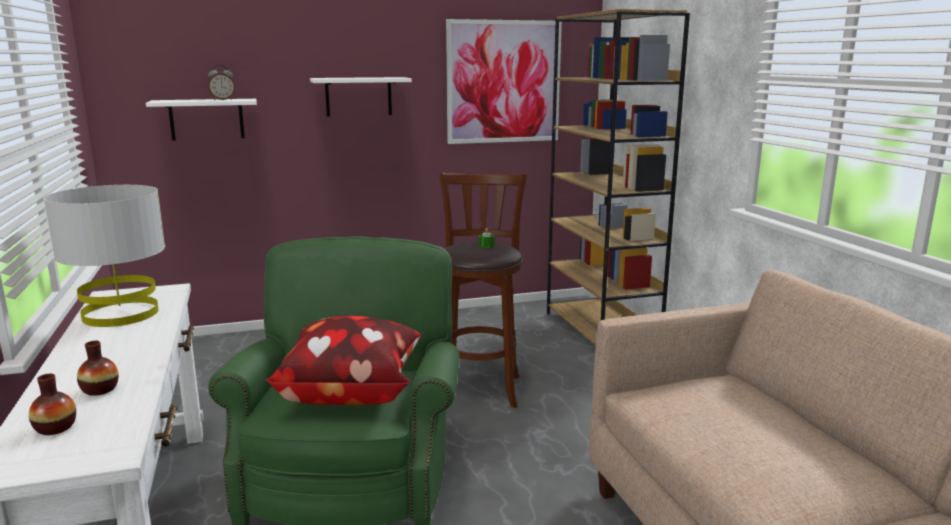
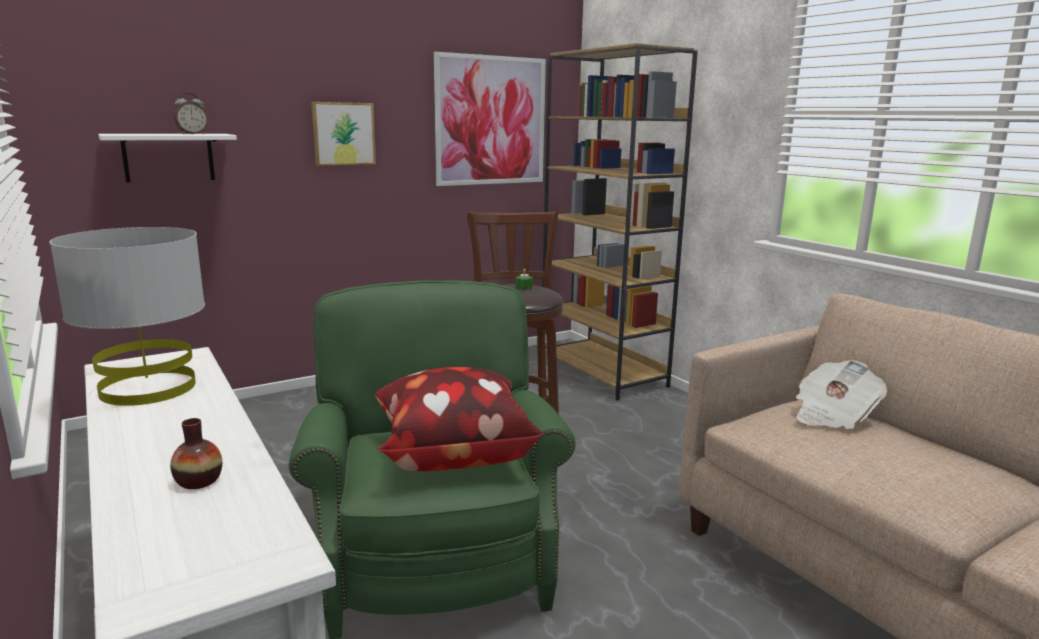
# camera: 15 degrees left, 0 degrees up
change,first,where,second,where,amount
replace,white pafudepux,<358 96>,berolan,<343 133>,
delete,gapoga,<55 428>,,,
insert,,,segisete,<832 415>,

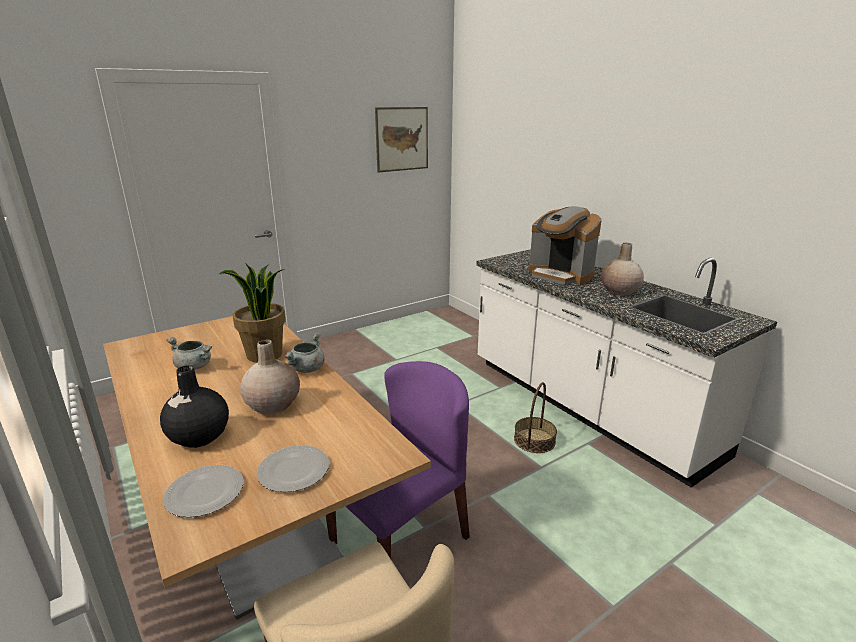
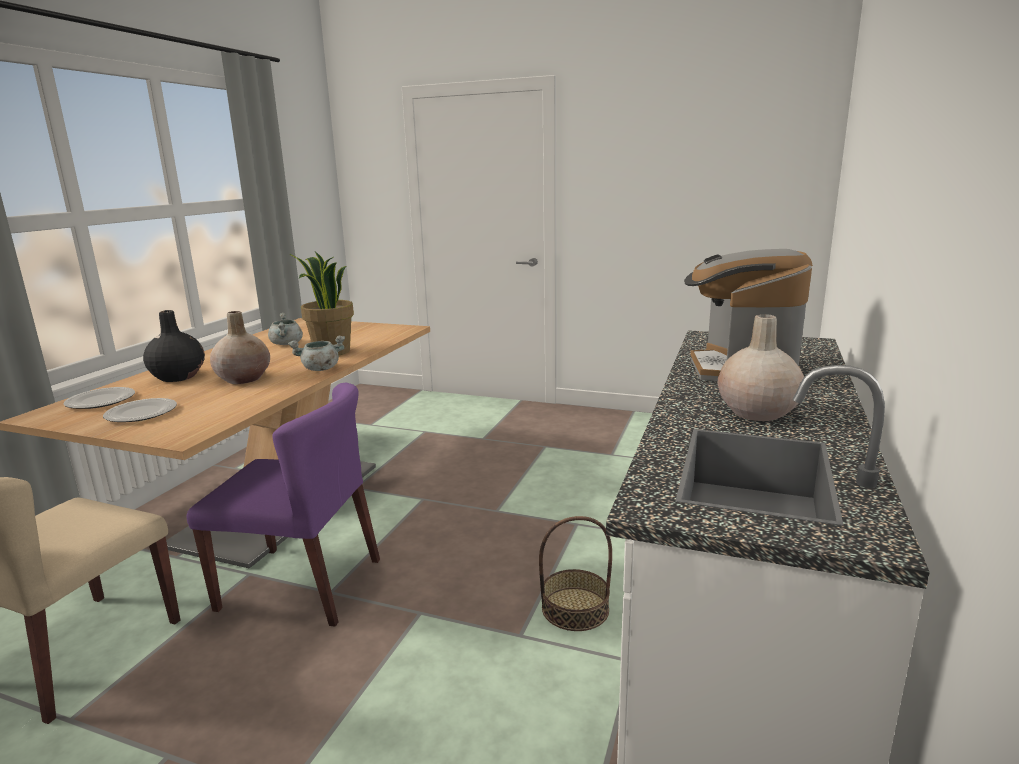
# camera: 55 degrees right, 5 degrees down
change,first,where,second,where,amount
delete,berolan,<402 139>,,,

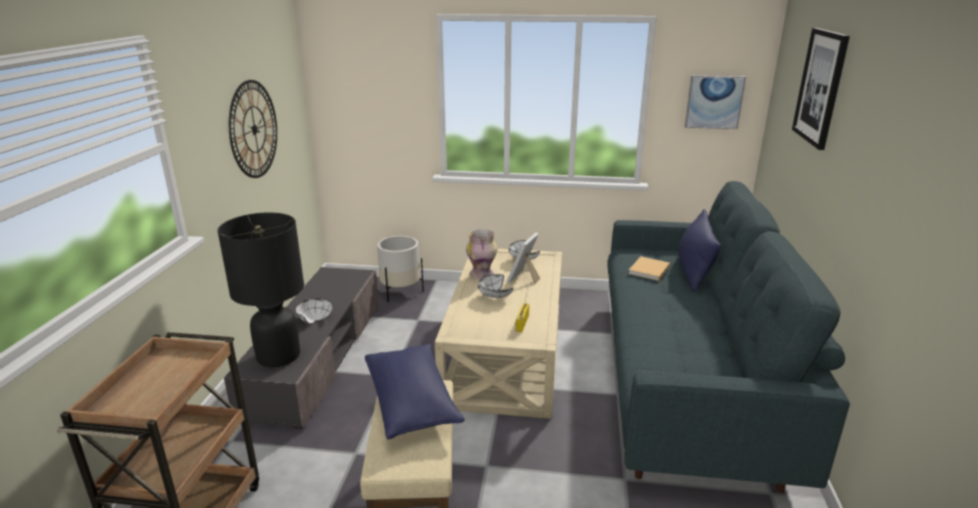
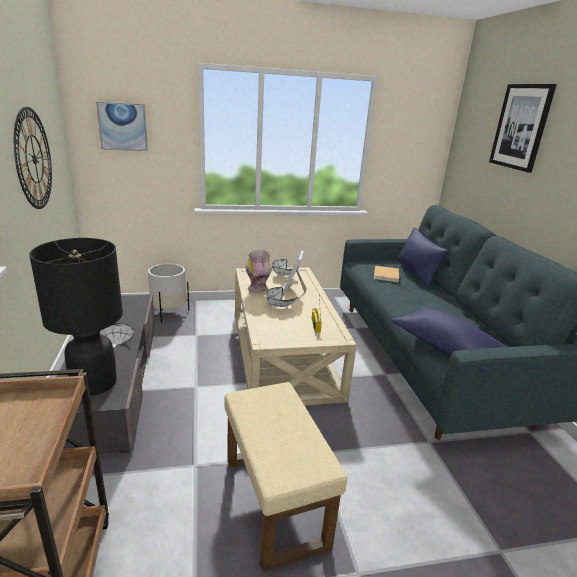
# camera: 20 degrees left, 0 degrees up
change,first,where,second,where,amount
move,berolan,<714 102>,,<123 126>,
move,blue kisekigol,<411 403>,,<447 349>,

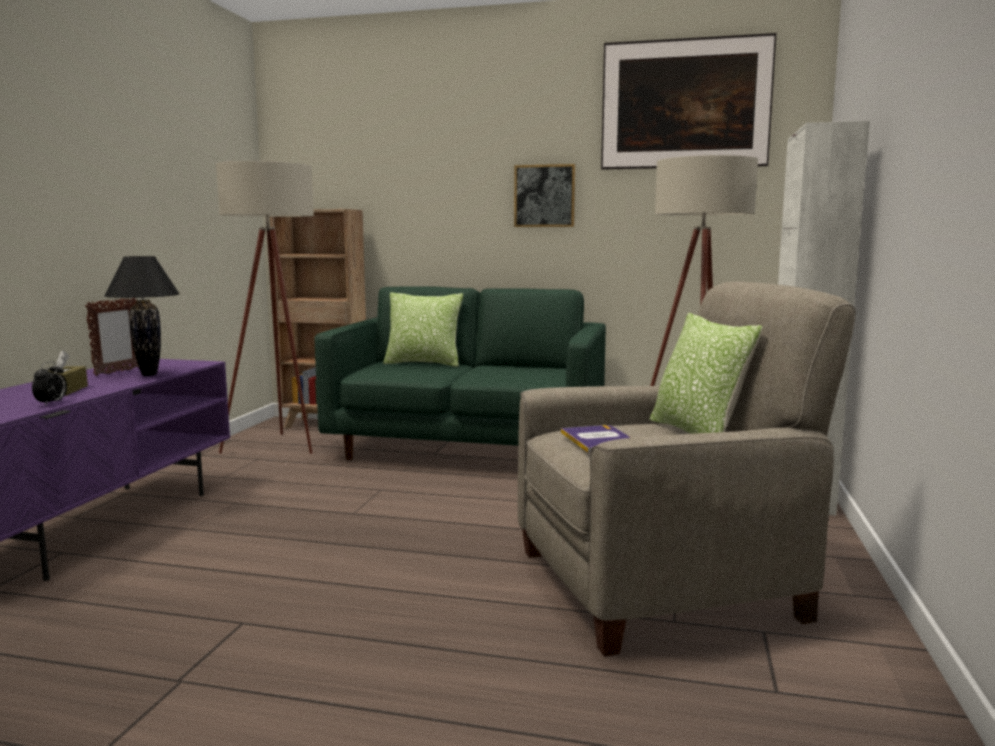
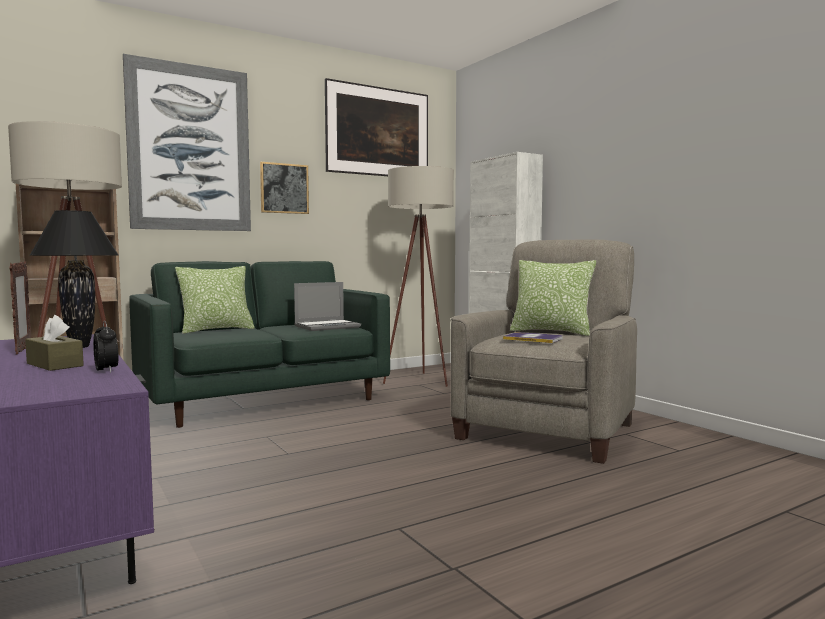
# camera: 45 degrees left, 5 degrees down
change,first,where,second,where,amount
insert,,,berolan,<190 148>,
insert,,,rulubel,<328 327>,

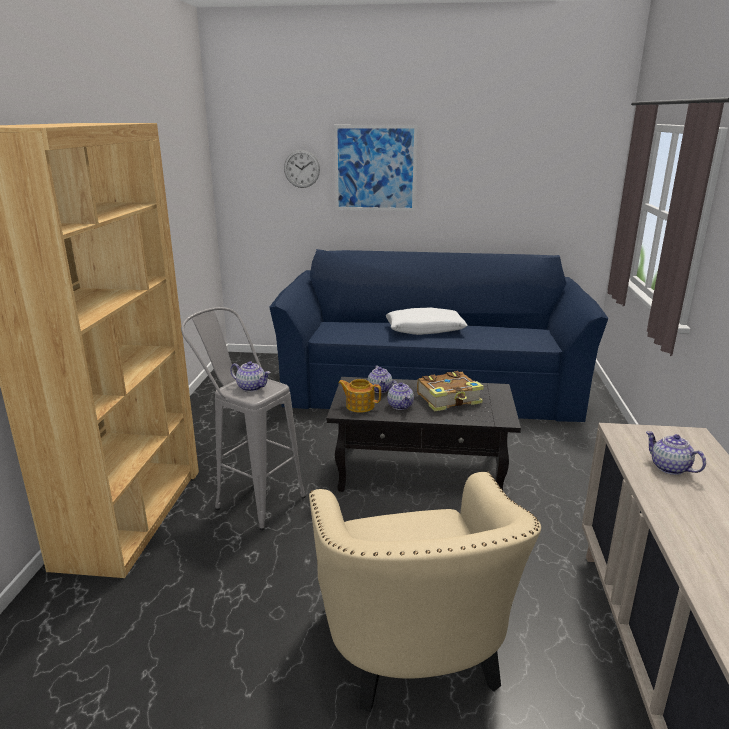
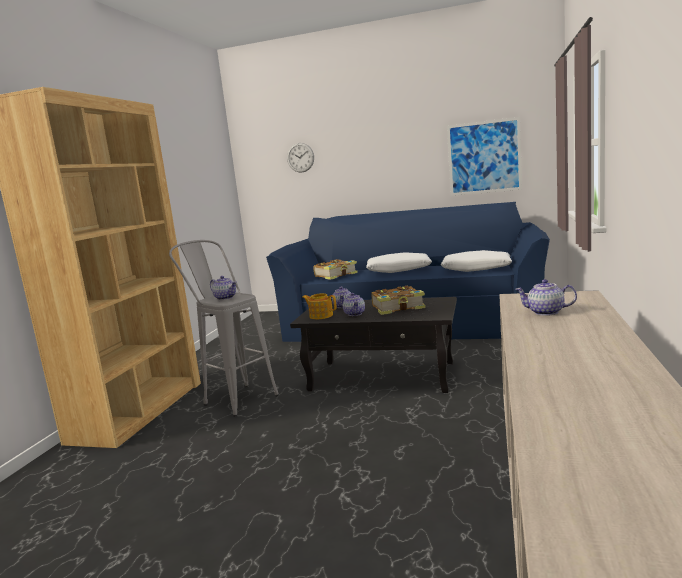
# camera: 10 degrees right, 10 degrees down
change,first,where,second,where,amount
move,berolan,<375 168>,,<484 157>,
rotate,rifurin,<669 468>,,<545 312>,45 degrees counterclockwise
delete,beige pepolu,<416 651>,,,
insert,,,white kisekigol,<476 268>,
insert,,,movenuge,<336 275>,

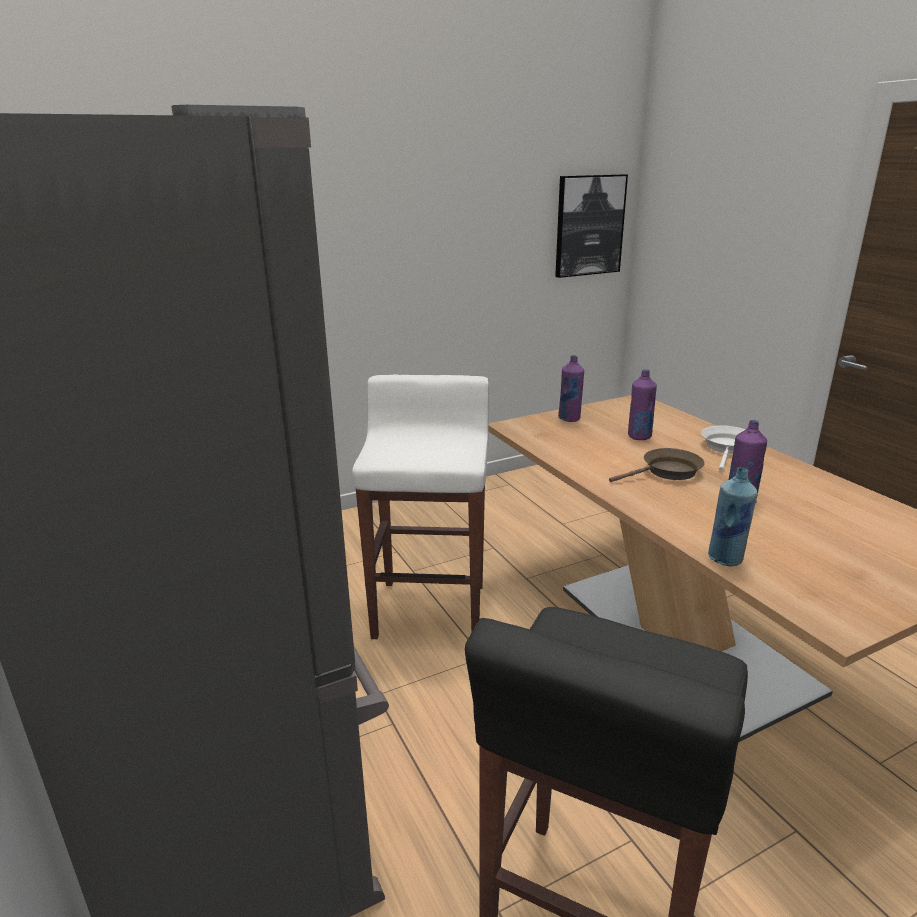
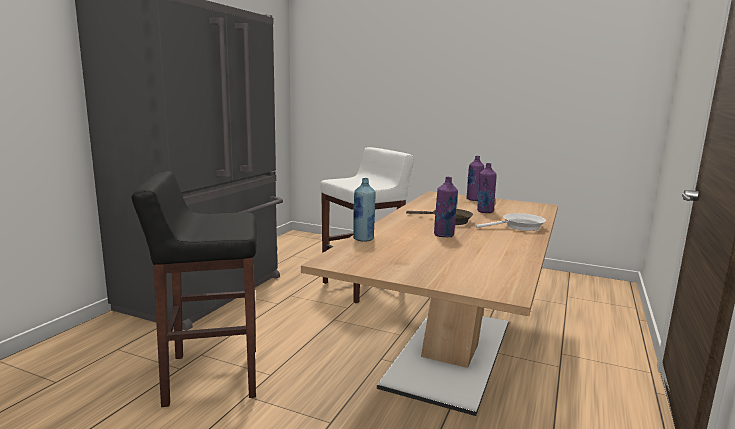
# camera: 50 degrees right, 10 degrees down
change,first,where,second,where,amount
delete,berolan,<589 225>,,,

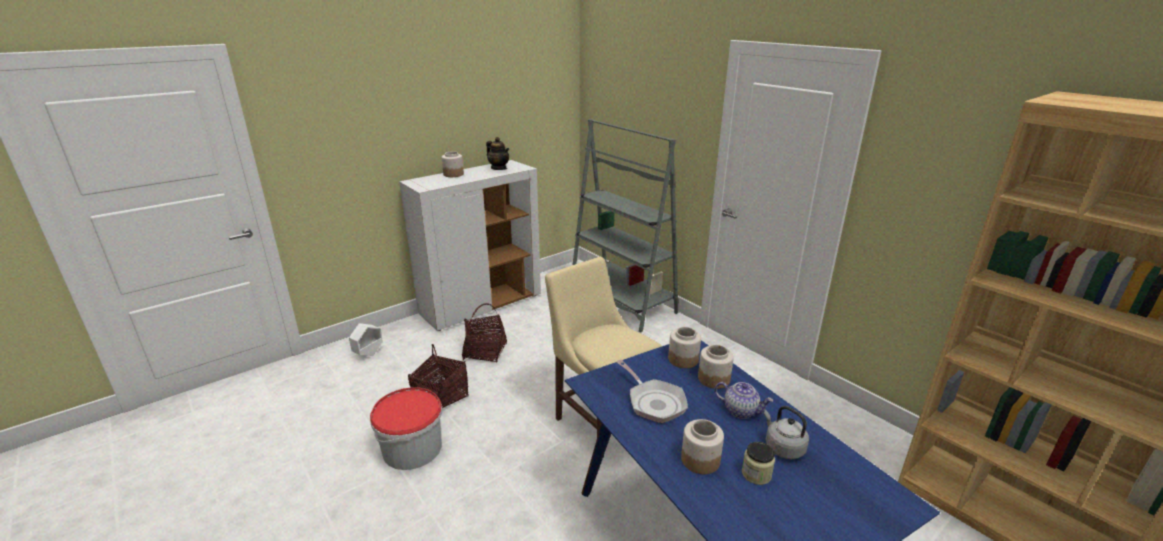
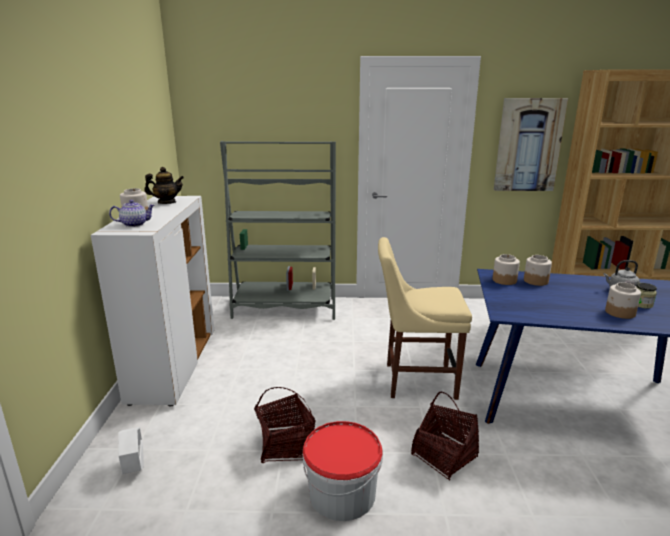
# camera: 50 degrees left, 5 degrees down
change,first,where,second,where,amount
move,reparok,<485 352>,,<444 456>,
delete,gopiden,<654 402>,,,
move,rifurin,<741 410>,,<135 224>,
insert,,,berolan,<528 145>,

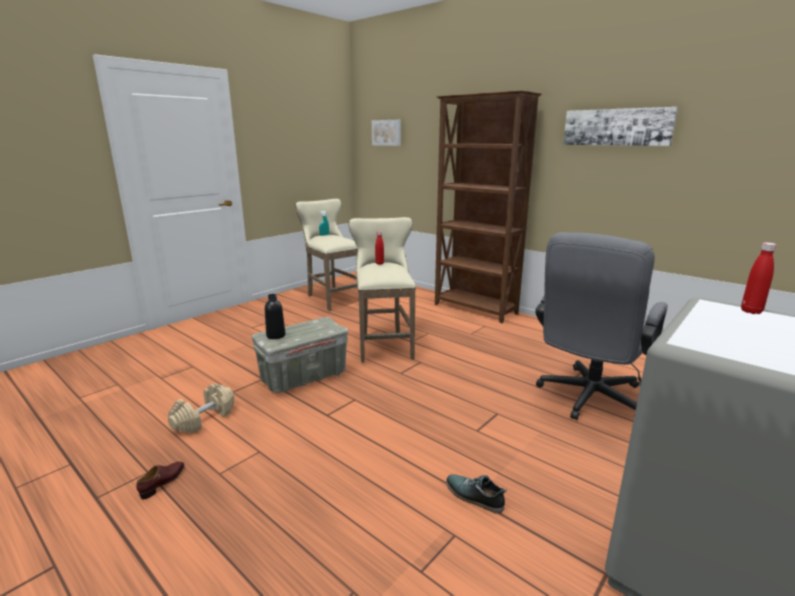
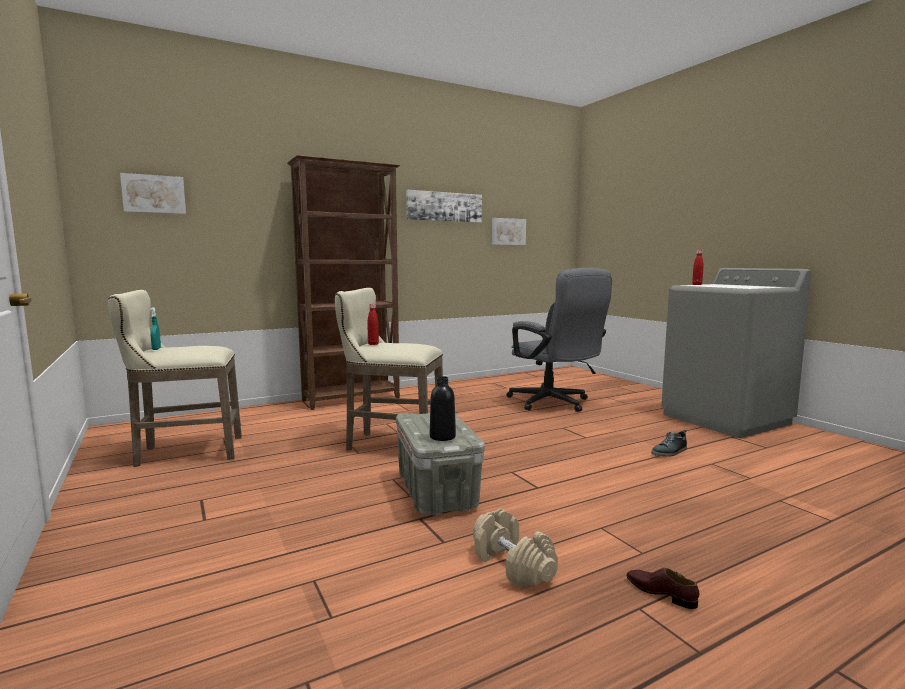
# camera: 70 degrees left, 10 degrees down
change,first,where,second,where,amount
insert,,,berolan,<508 231>,

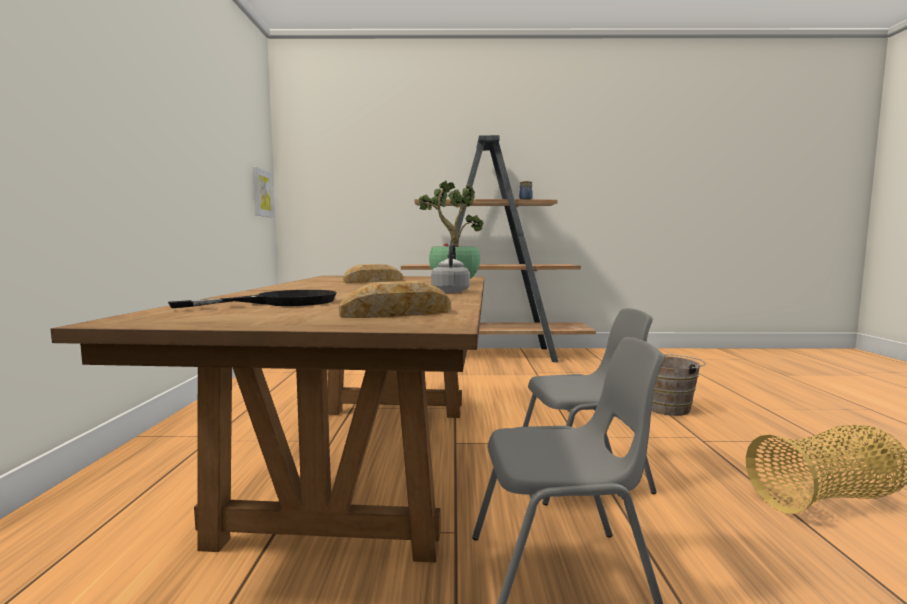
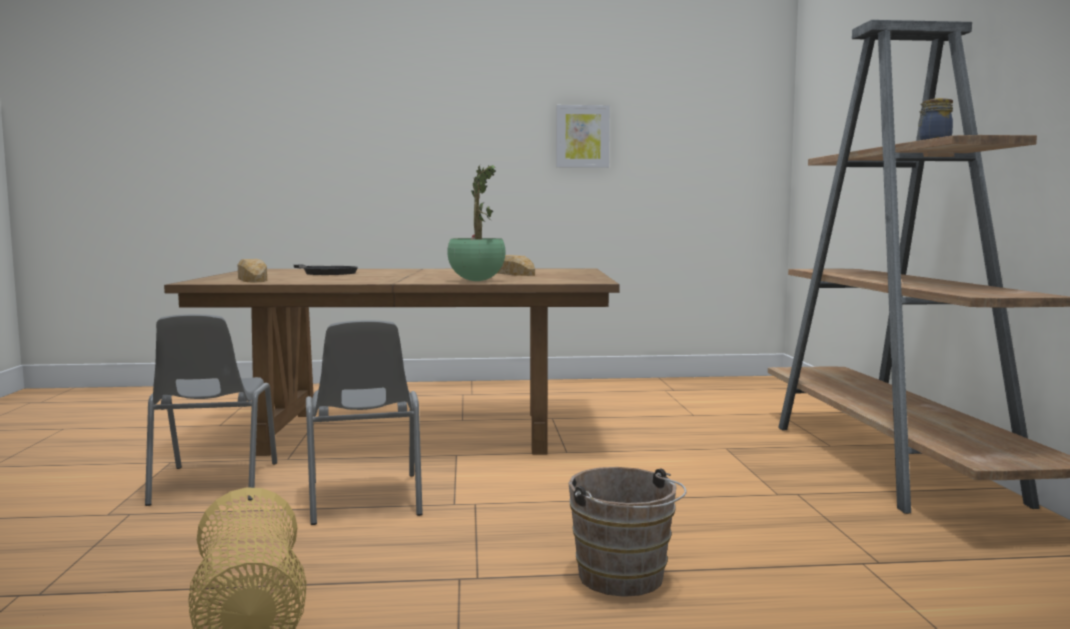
# camera: 85 degrees right, 0 degrees up
change,first,where,second,where,amount
move,berolan,<262 193>,,<582 136>,
delete,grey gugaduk,<450 291>,,,

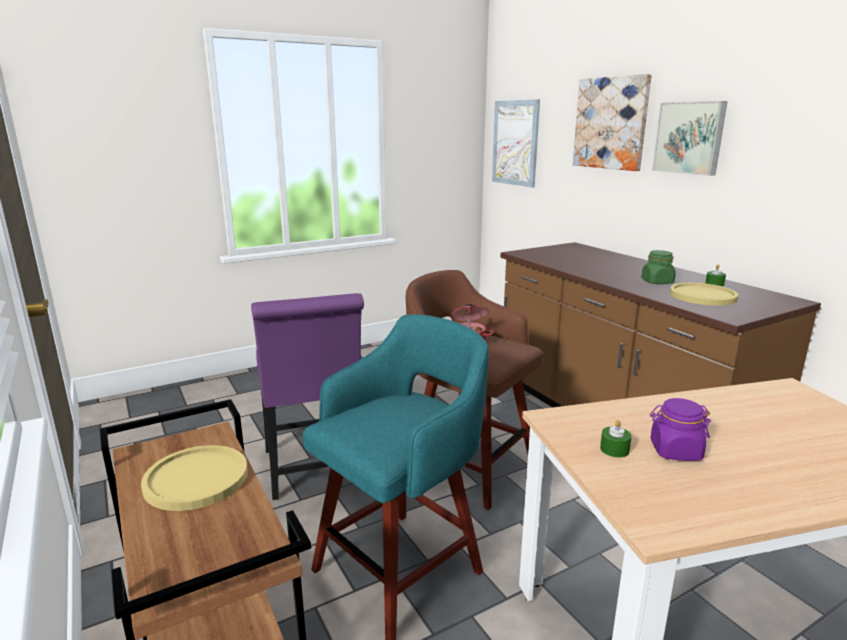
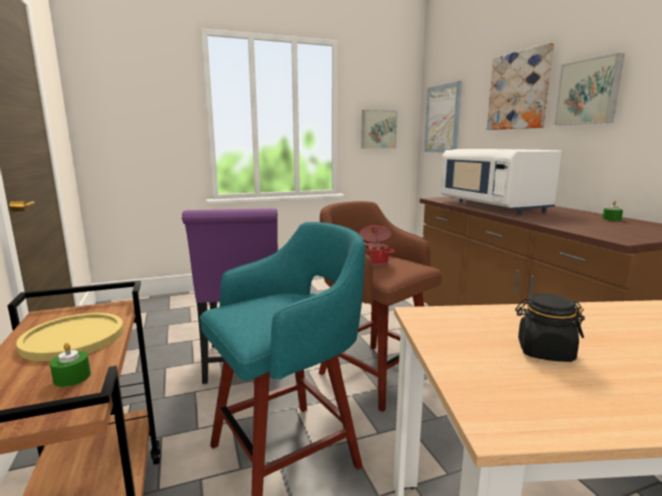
# camera: 10 degrees right, 5 degrees down
change,first,where,second,where,amount
delete,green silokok,<657 282>,,,
delete,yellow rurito,<702 296>,,,
recolor,purple silokok,<675 451>,black silokok,<544 351>,
move,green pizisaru,<614 449>,,<72 377>,
insert,,,berolan,<378 129>,
insert,,,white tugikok,<493 206>,

